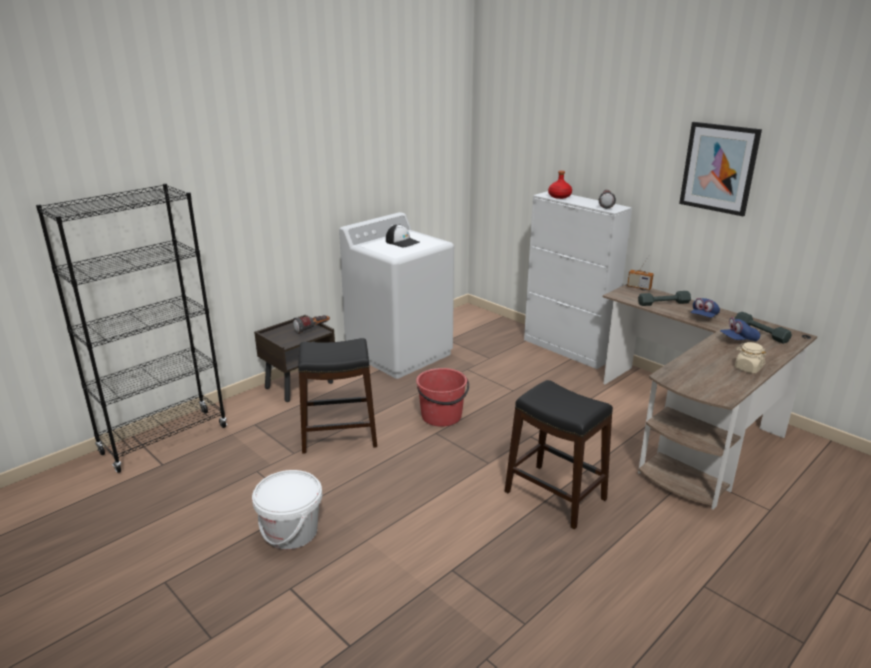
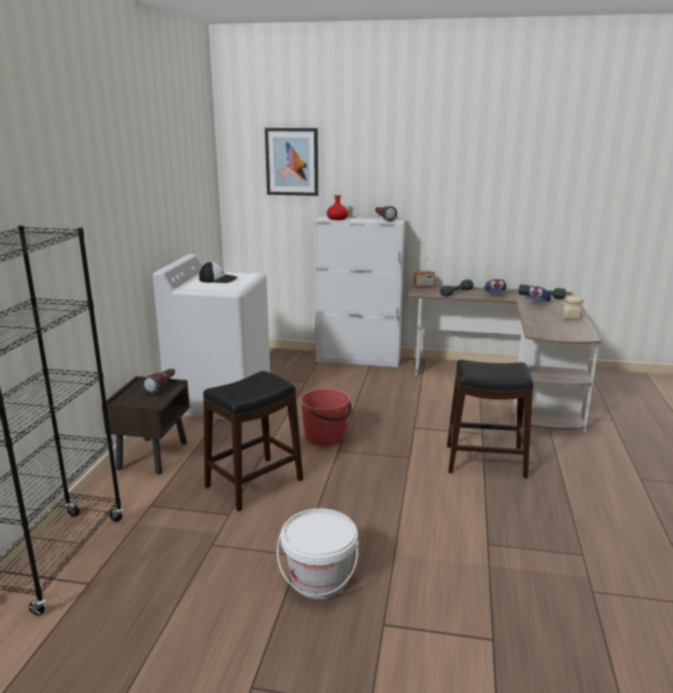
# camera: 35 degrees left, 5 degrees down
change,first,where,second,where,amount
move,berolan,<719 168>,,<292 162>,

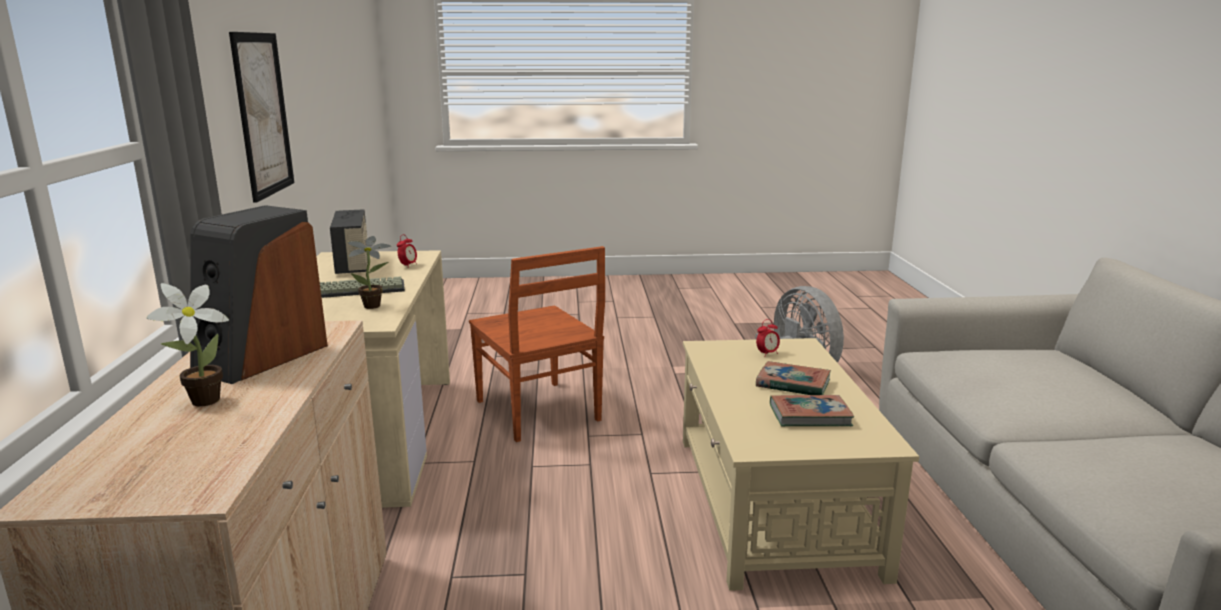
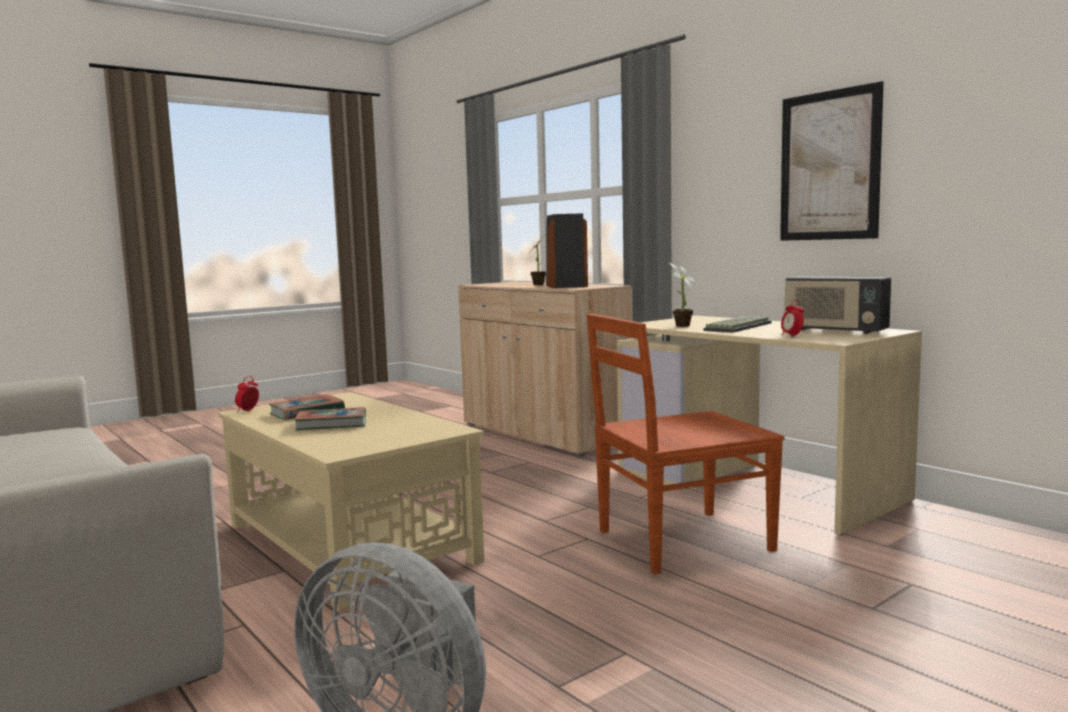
# camera: 145 degrees right, 10 degrees down
change,first,where,second,where,amount
rotate,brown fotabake,<538 412>,,<680 541>,45 degrees counterclockwise
move,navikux,<767 354>,,<248 411>,

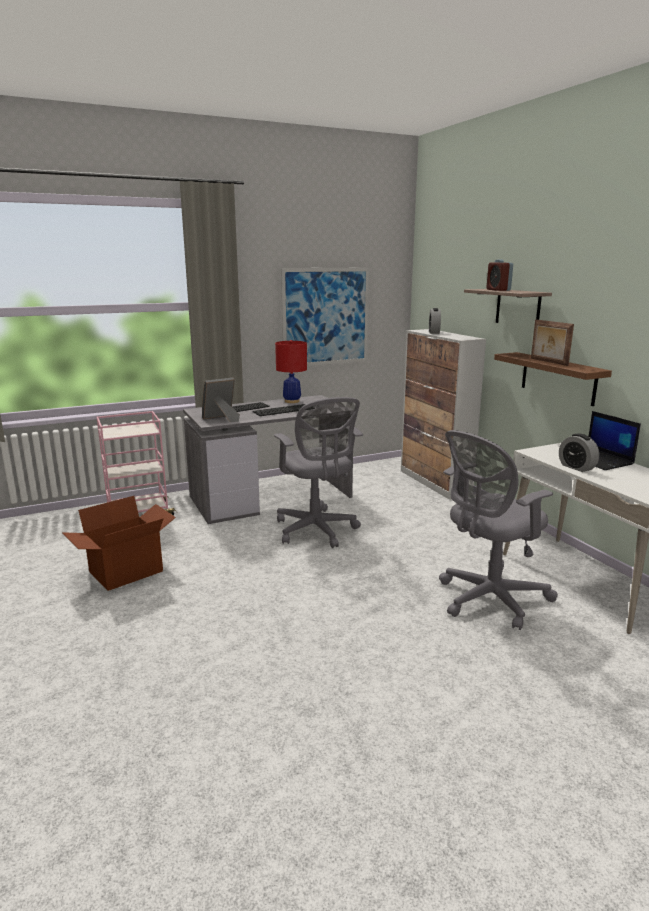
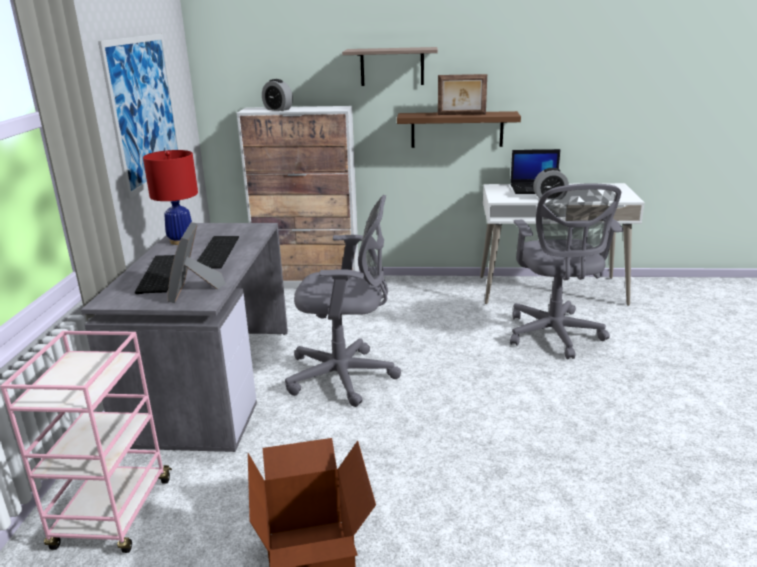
# camera: 60 degrees left, 5 degrees up
change,first,where,second,where,amount
delete,navikux,<498 290>,,,

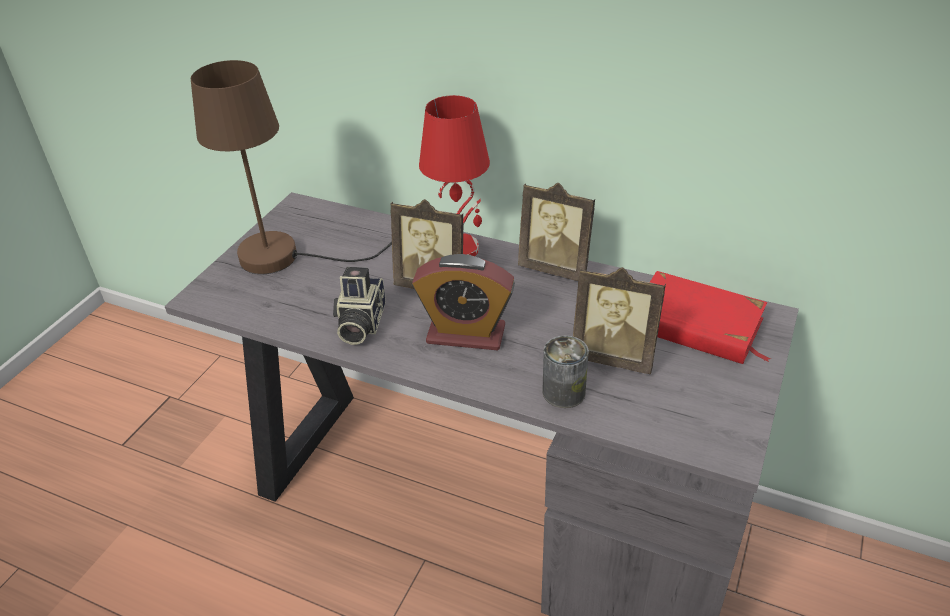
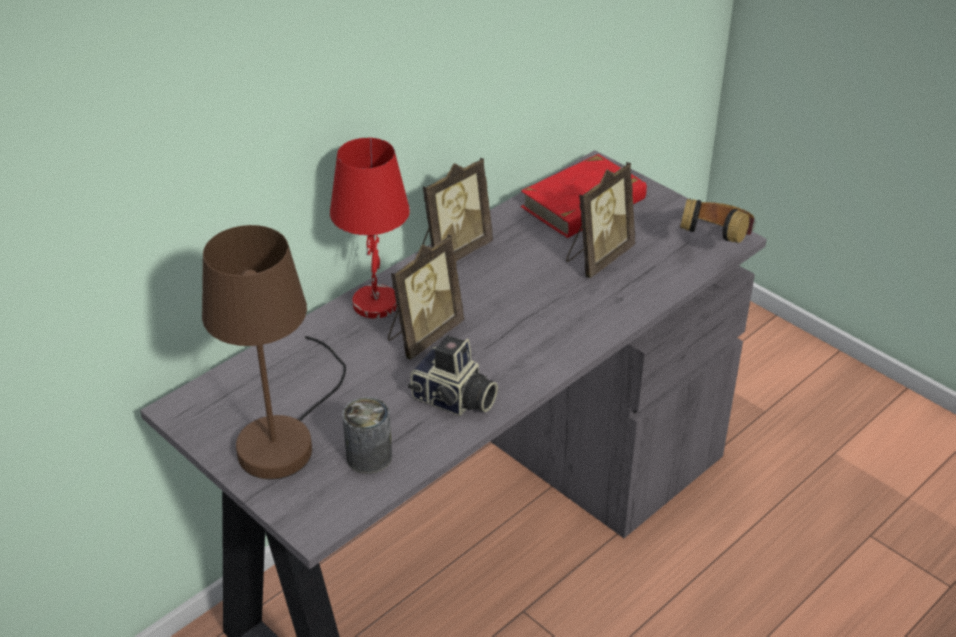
# camera: 70 degrees left, 0 degrees up
change,first,where,second,where,amount
delete,navikux,<466 334>,,,
move,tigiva,<563 392>,,<369 457>,
insert,,,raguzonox,<715 243>,

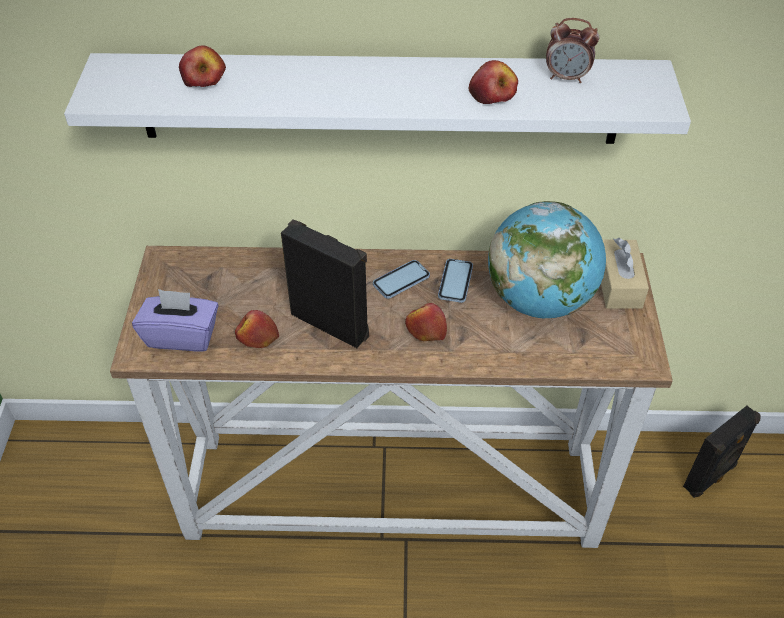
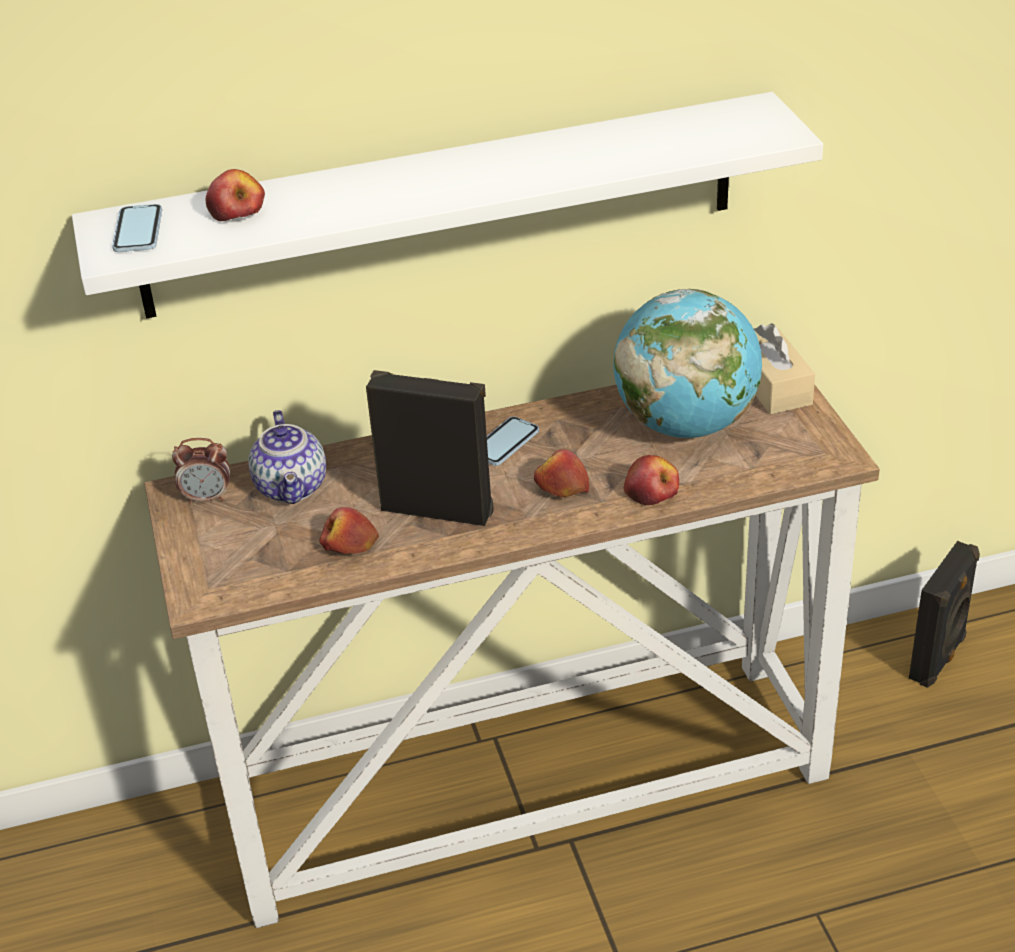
# camera: 15 degrees left, 10 degrees down
change,first,where,second,where,amount
move,navikux,<567 78>,,<207 498>,
move,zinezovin,<492 94>,,<651 491>,
move,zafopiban,<455 282>,,<138 231>,
delete,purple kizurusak,<182 335>,,,
insert,,,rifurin,<293 487>,

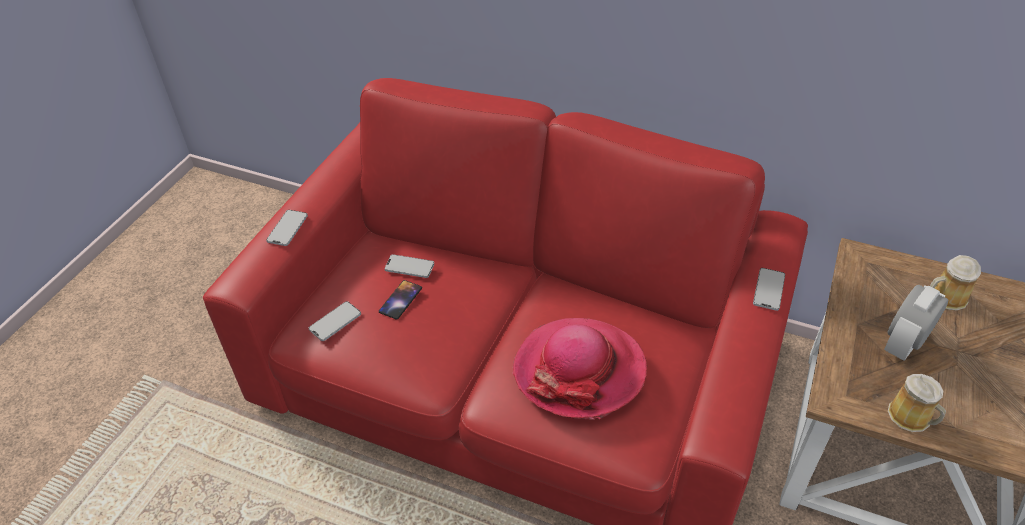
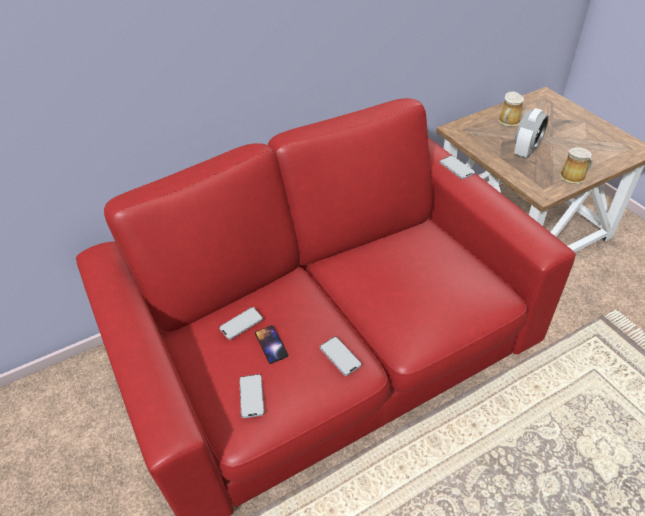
# camera: 50 degrees left, 0 degrees up
change,first,where,second,where,amount
move,zafopiban,<287 228>,,<340 356>,
rotate,navikux,<904 343>,,<526 151>,135 degrees counterclockwise
delete,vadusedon,<579 370>,,,

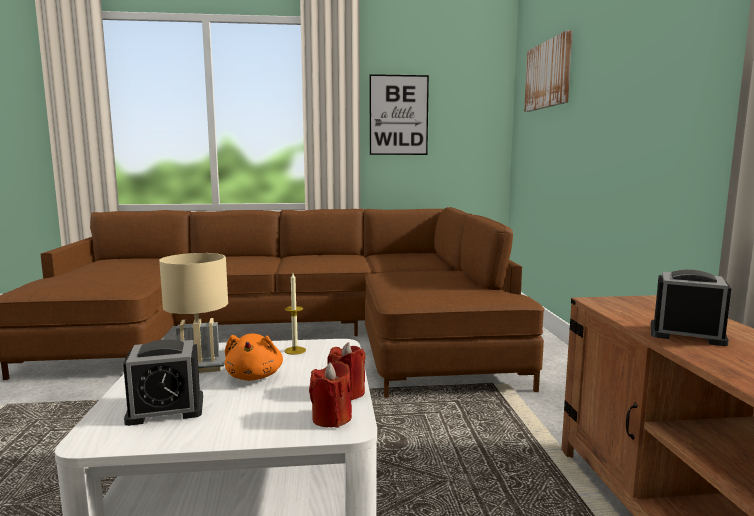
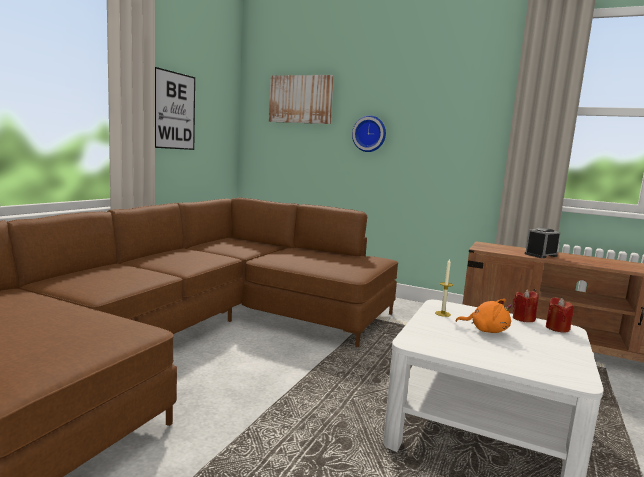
# camera: 60 degrees left, 0 degrees up
change,first,where,second,where,amount
delete,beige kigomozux,<199 366>,,,
delete,navikux,<166 409>,,,
insert,,,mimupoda,<369 134>,

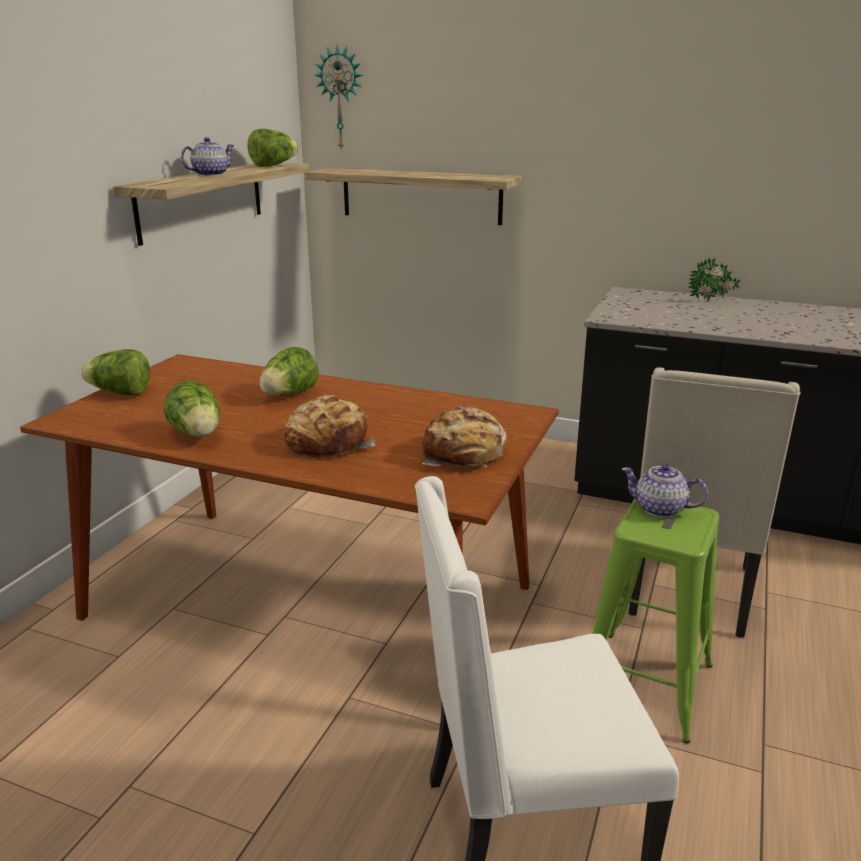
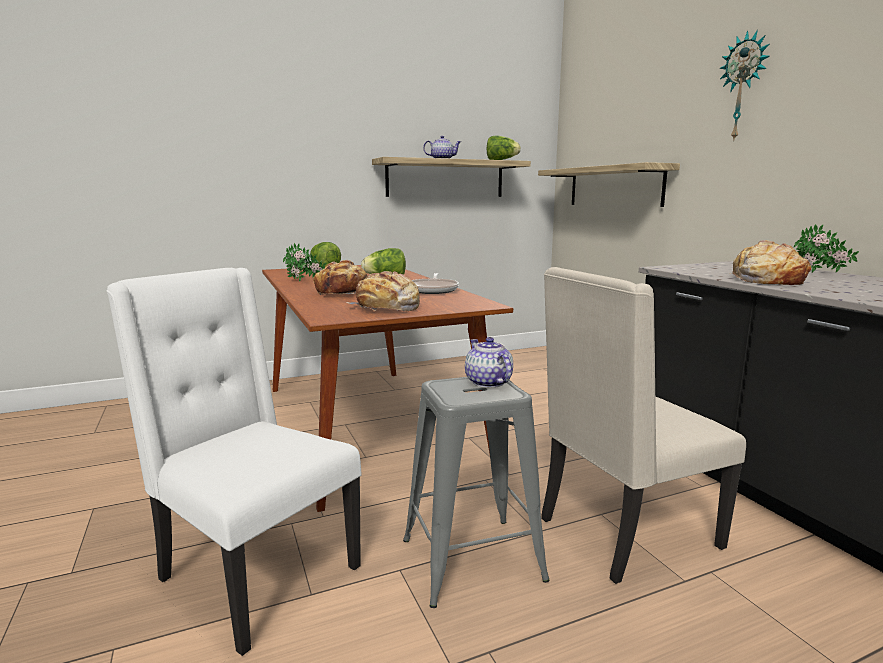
# camera: 45 degrees right, 10 degrees down
change,first,where,second,where,amount
move,mimupoda,<341 98>,,<743 87>,
replace,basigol,<198 435>,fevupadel,<305 281>,
recolor,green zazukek,<645 683>,grey zazukek,<473 559>,
insert,,,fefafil,<766 280>,
insert,,,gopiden,<432 290>,

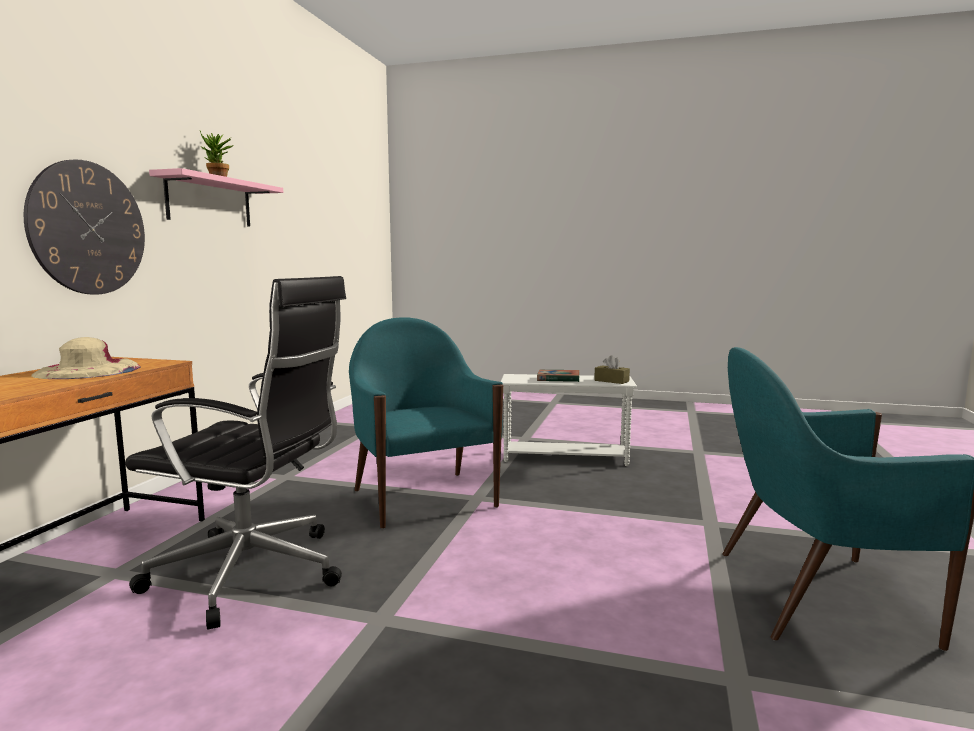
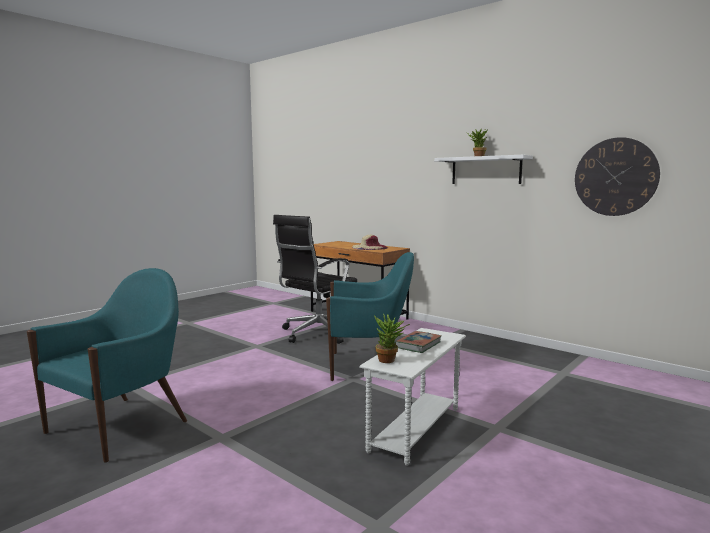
# camera: 115 degrees right, 0 degrees up
change,first,where,second,where,amount
move,mimupoda,<88 228>,,<615 177>,
recolor,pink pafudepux,<210 201>,white pafudepux,<486 170>,
replace,brown kizurusak,<611 381>,fevupadel,<390 361>,

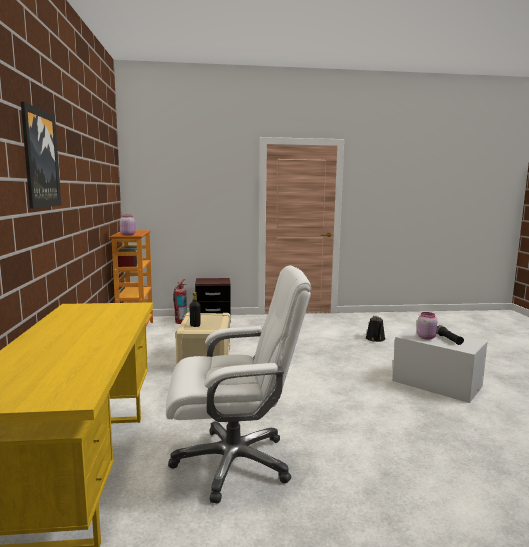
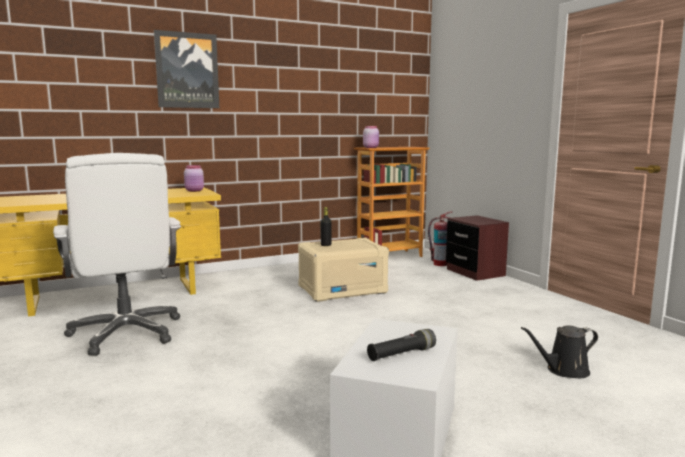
# camera: 70 degrees right, 0 degrees up
change,first,where,second,where,amount
move,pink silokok,<426 337>,,<195 191>,

